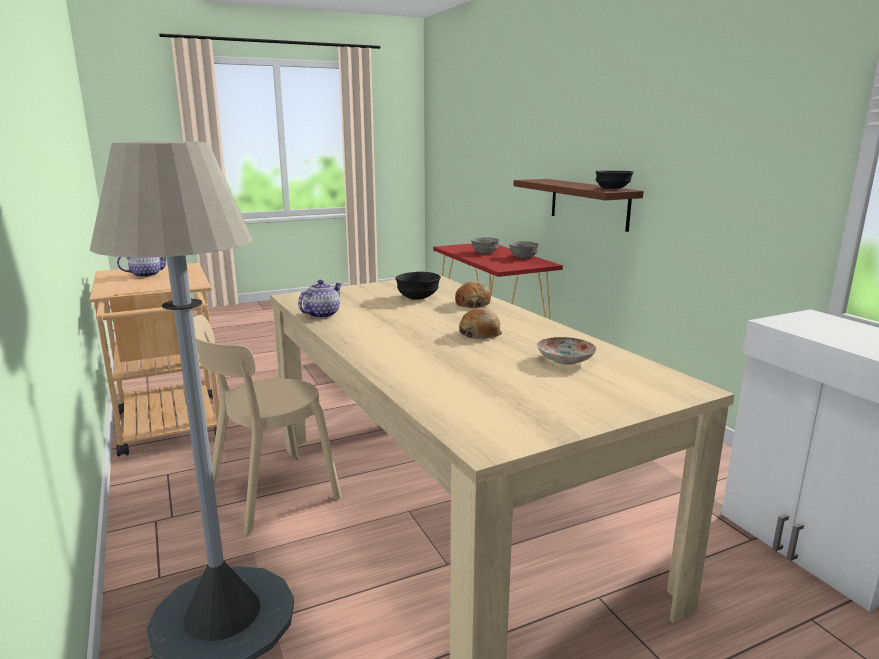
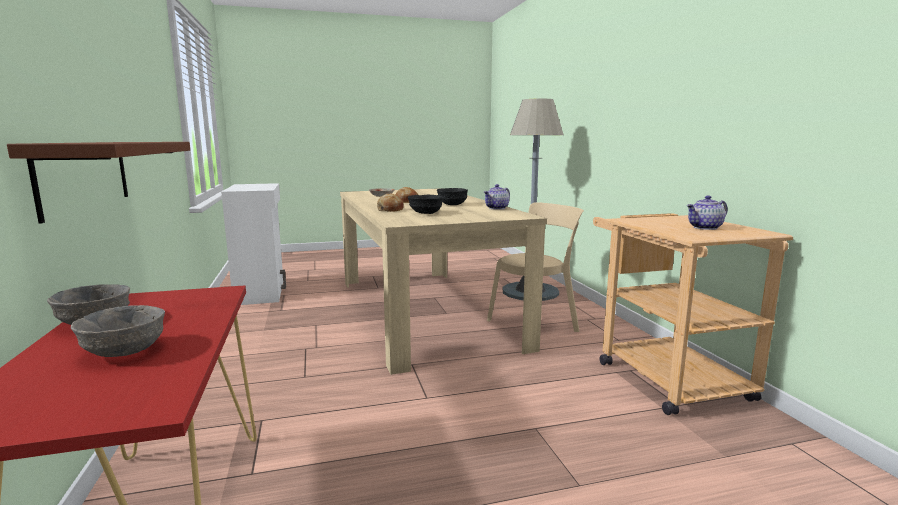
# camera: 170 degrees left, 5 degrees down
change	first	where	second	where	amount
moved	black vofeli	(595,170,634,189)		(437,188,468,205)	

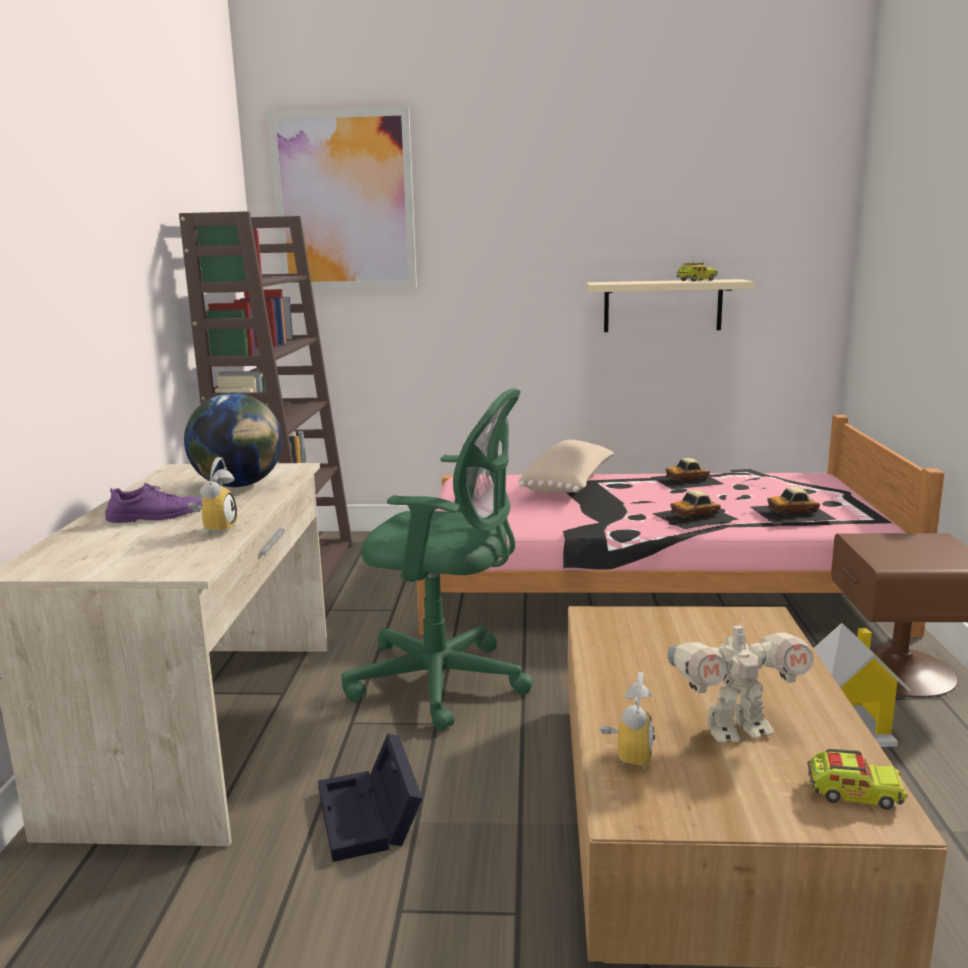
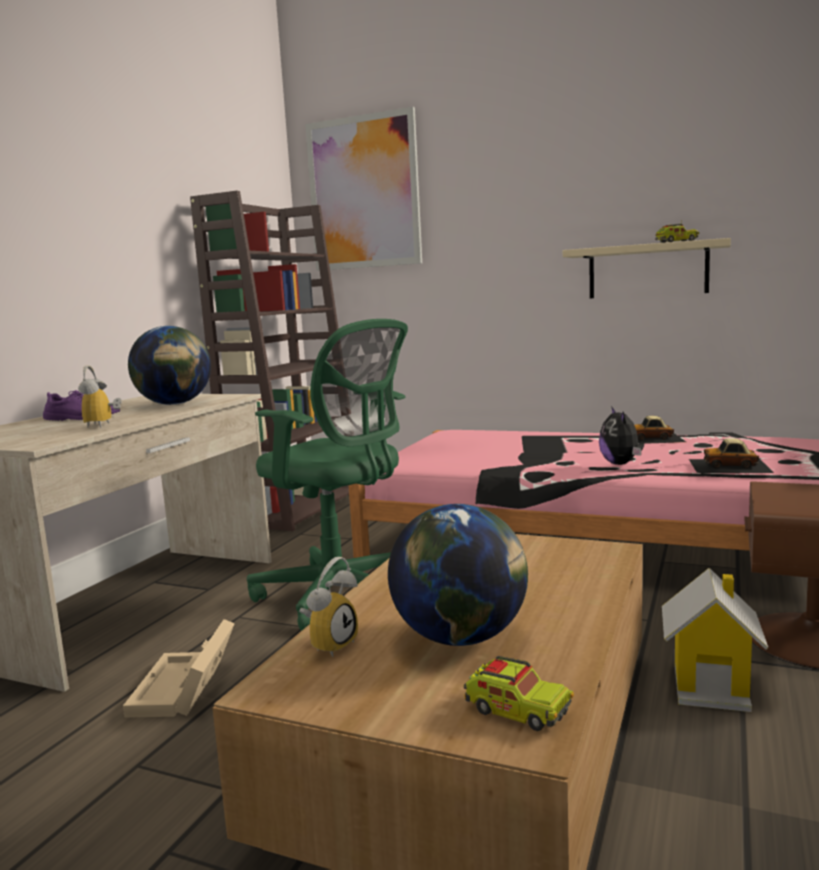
# camera: 20 degrees right, 5 degrees down
change	first	where	second	where	amount
removed	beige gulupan	(519,440,614,493)			
turned	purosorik	(188,457,237,534)		(78,366,122,428)	150 degrees clockwise
replaced	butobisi	(652,490,738,529)	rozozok	(599,406,644,465)	
replaced	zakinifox	(667,614,814,743)	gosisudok	(388,504,528,646)	
recoloured	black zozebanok	(318,733,423,862)	beige zozebanok	(123,619,235,718)	

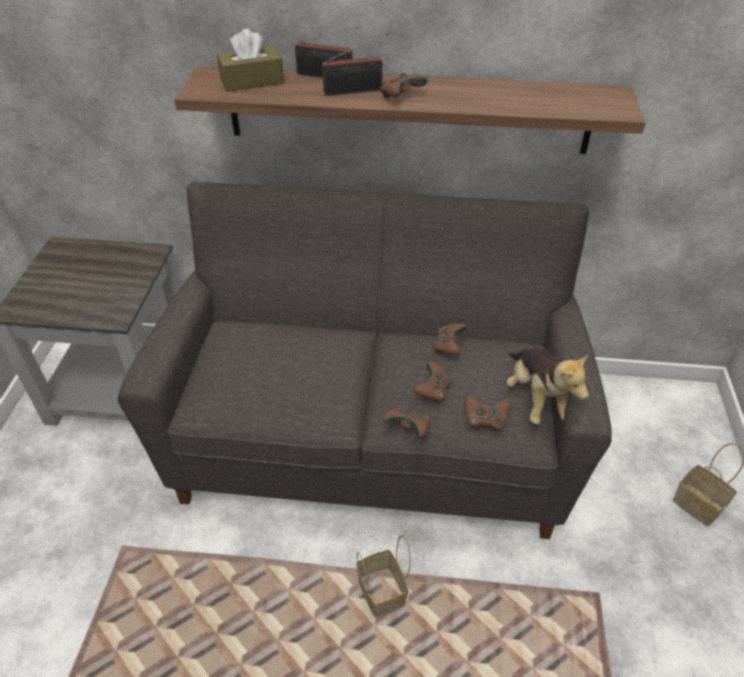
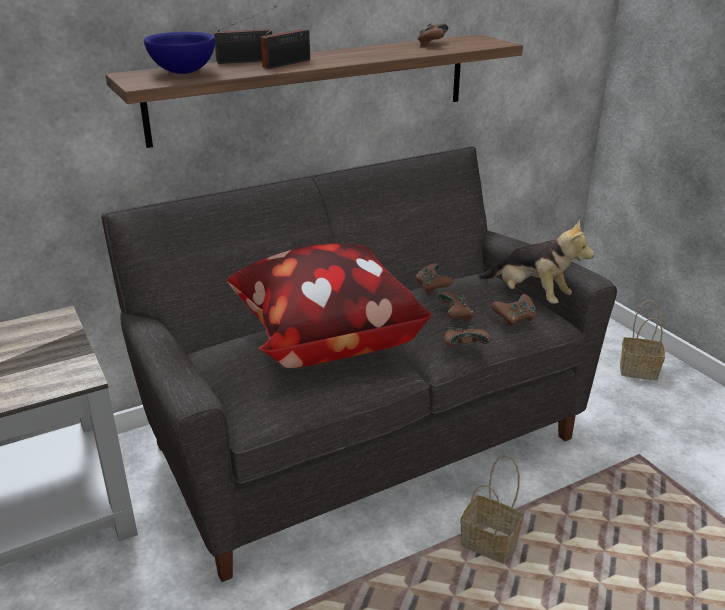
# camera: 35 degrees left, 15 degrees down
change	first	where	second	where	amount
replaced	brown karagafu	(217,29,284,92)	blue vofeli	(144,32,216,74)	
moved	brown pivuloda	(380,73,428,99)		(418,23,449,46)	
added			gulupan	(226,243,432,368)	

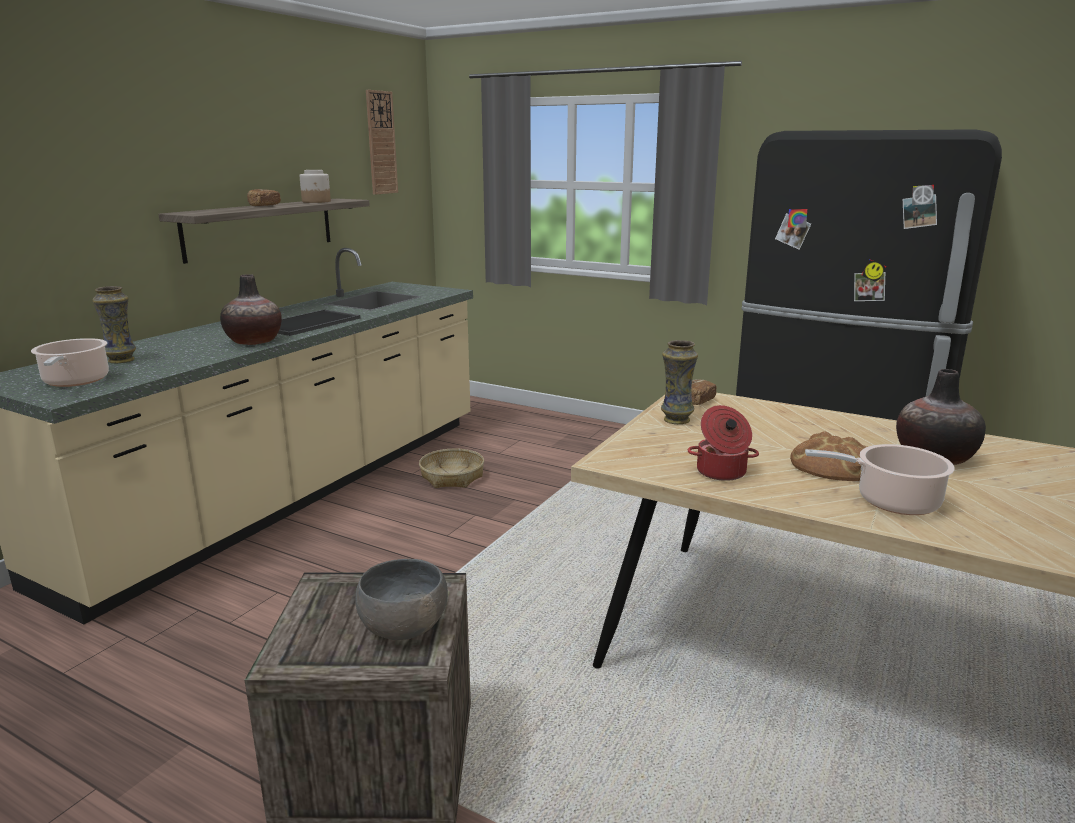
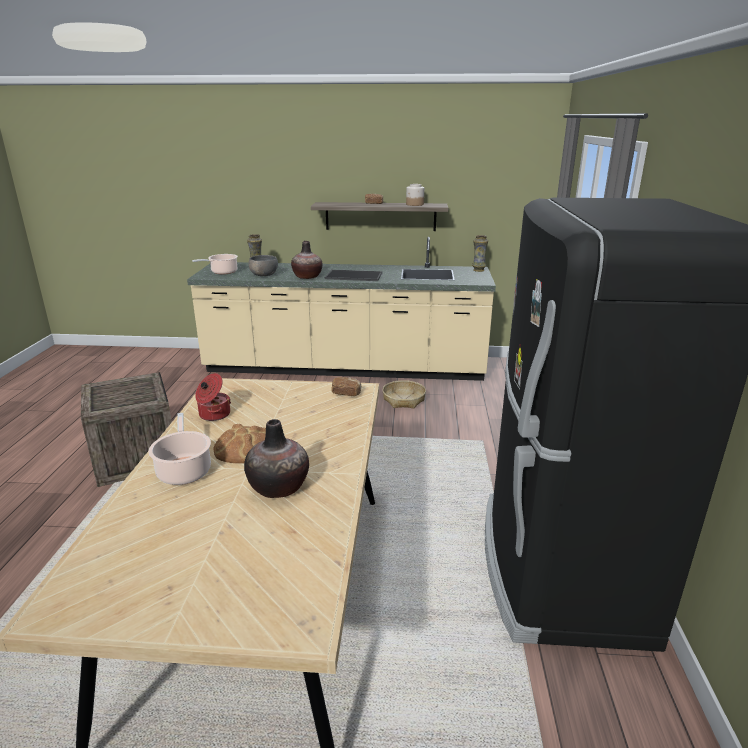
# camera: 65 degrees right, 5 degrees up
change	first	where	second	where	amount
removed	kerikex	(366,90,398,195)			
moved	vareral	(661,340,698,424)		(472,235,488,272)	
moved	grey vofeli	(355,559,448,640)		(248,255,278,276)	

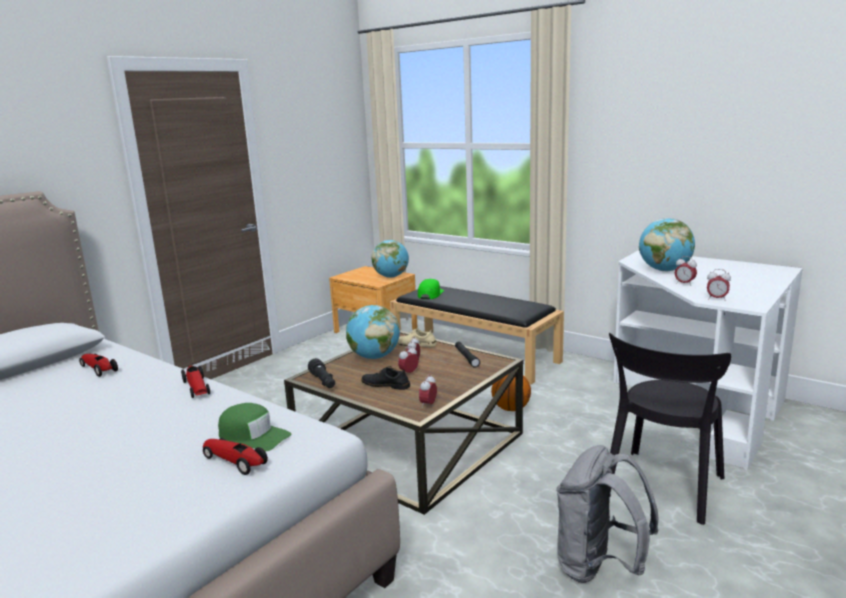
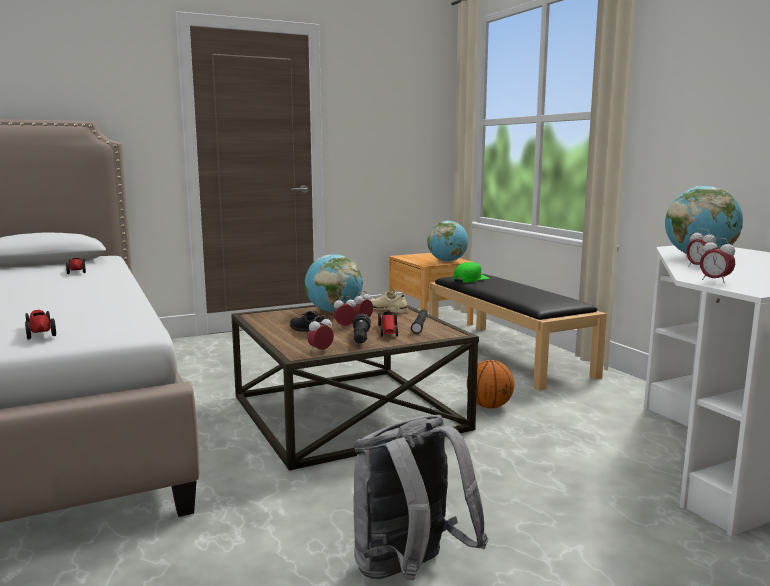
# camera: 25 degrees right, 5 degrees down
change	first	where	second	where	amount
removed	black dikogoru	(609,333,732,525)			
moved	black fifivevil	(308,358,335,388)		(353,314,371,344)	
moved	butobisi	(181,365,210,398)		(378,311,398,337)	
removed	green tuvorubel	(218,403,291,451)			

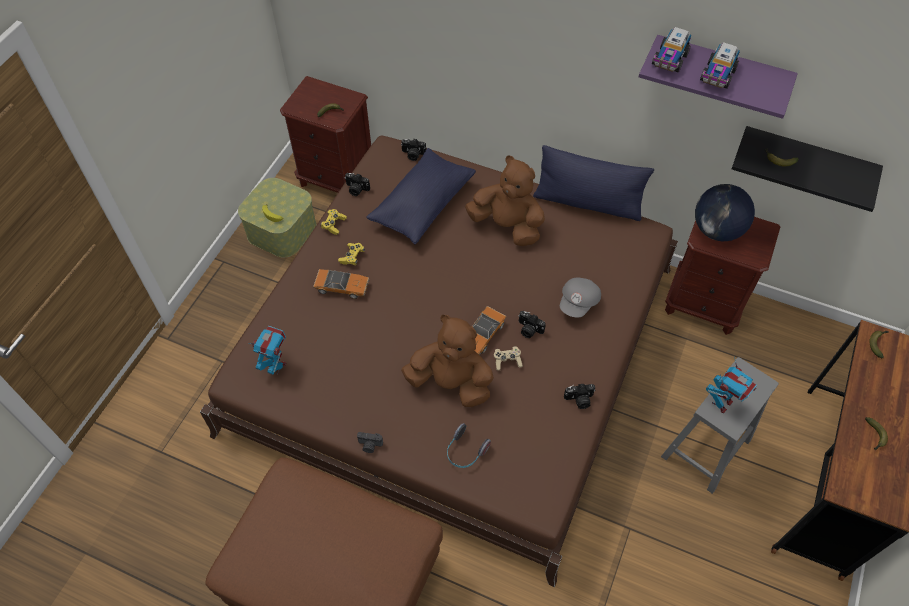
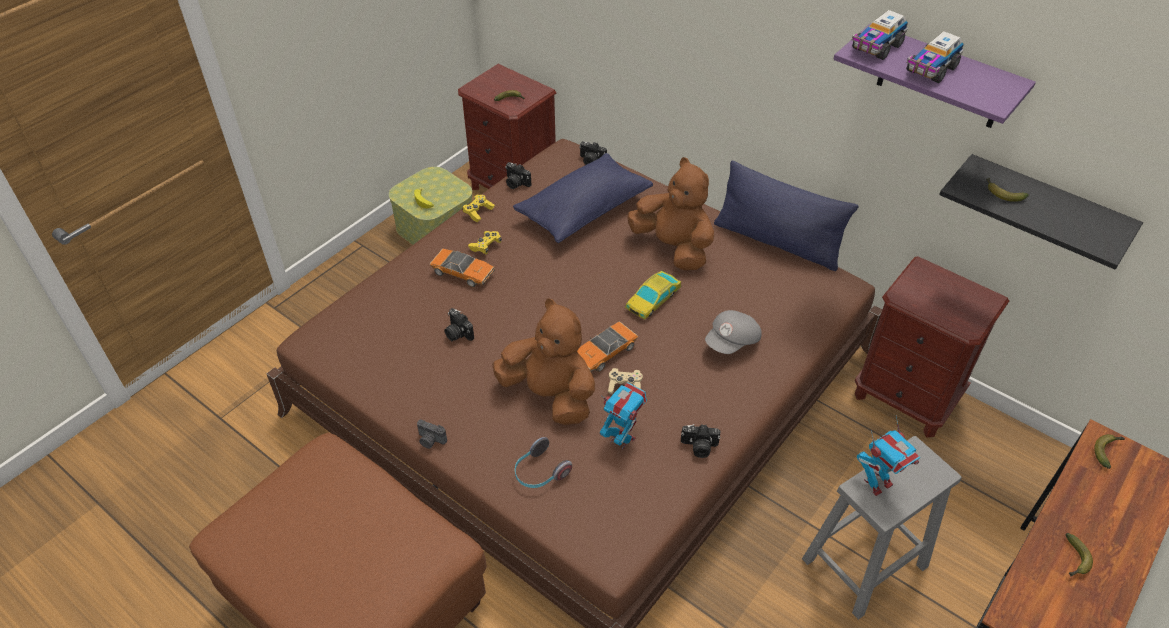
# camera: 15 degrees right, 10 degrees down
change	first	where	second	where	amount
removed	gosisudok	(695,184,755,241)			
moved	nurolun	(518,311,546,338)		(444,308,474,341)	
moved	zakinifox	(250,326,287,375)		(600,382,647,450)	
added			butobisi	(625,271,682,319)	

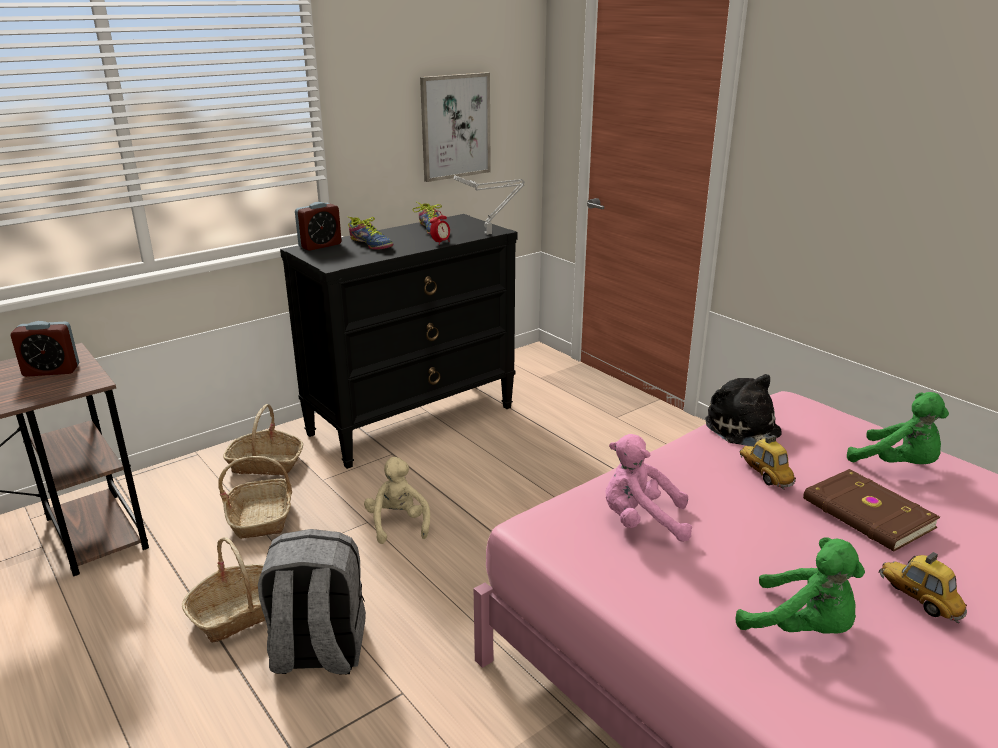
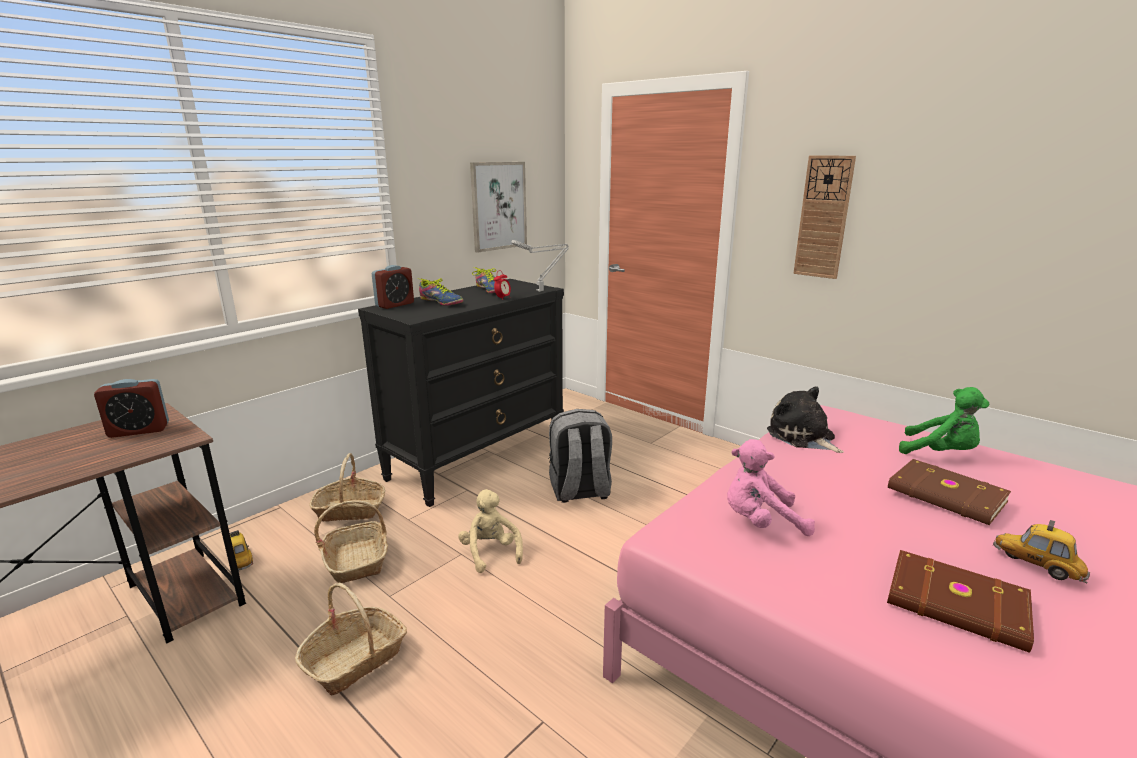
# camera: 10 degrees left, 5 degrees down
change	first	where	second	where	amount
moved	butobisi	(739,435,796,490)		(230,530,253,572)	
moved	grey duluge	(258,529,366,675)		(549,409,612,503)	
replaced	green rozozok	(735,537,865,634)	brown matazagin	(887,550,1034,653)	
added			kerikex	(793,156,856,279)	

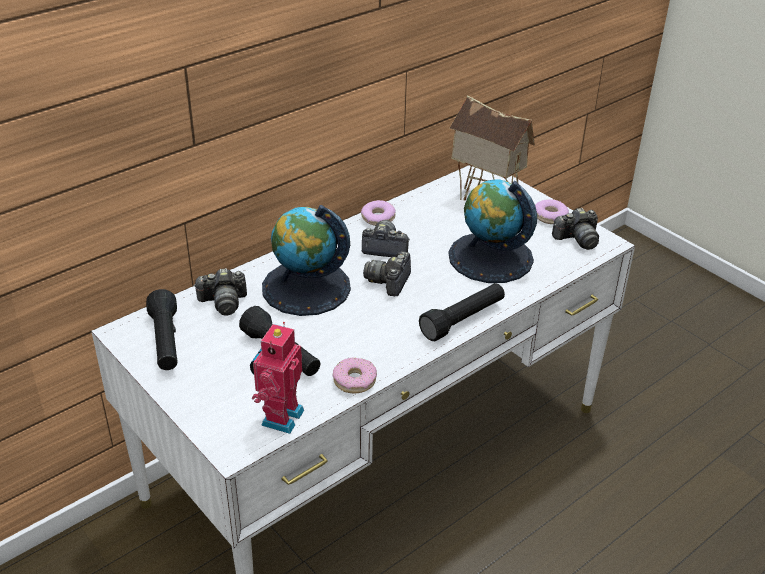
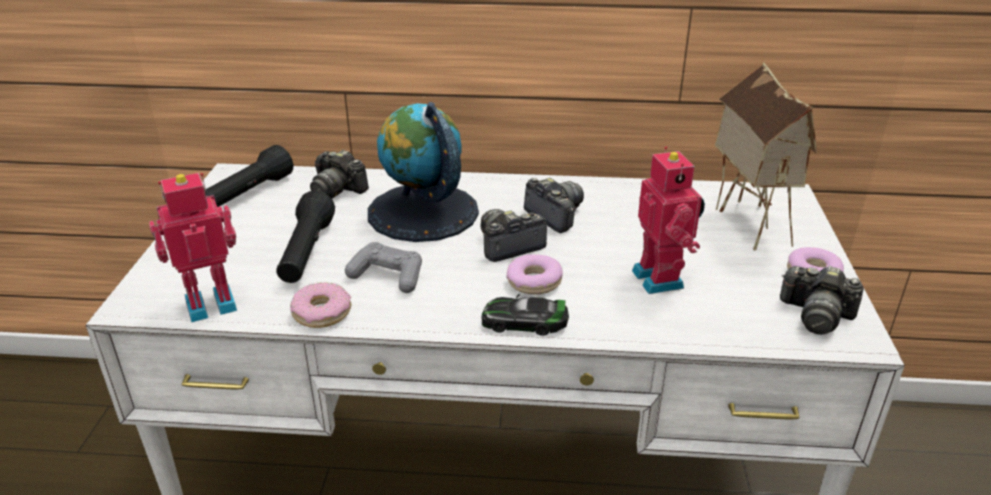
# camera: 45 degrees right, 5 degrees down
change	first	where	second	where	amount
replaced	gosisudok	(448,179,537,283)	zakinifox	(632,146,705,294)	
moved	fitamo	(361,200,396,226)		(506,254,563,294)	
replaced	black fifivevil	(419,283,505,341)	butobisi	(482,294,569,336)	
added			grey pivuloda	(345,242,422,293)	

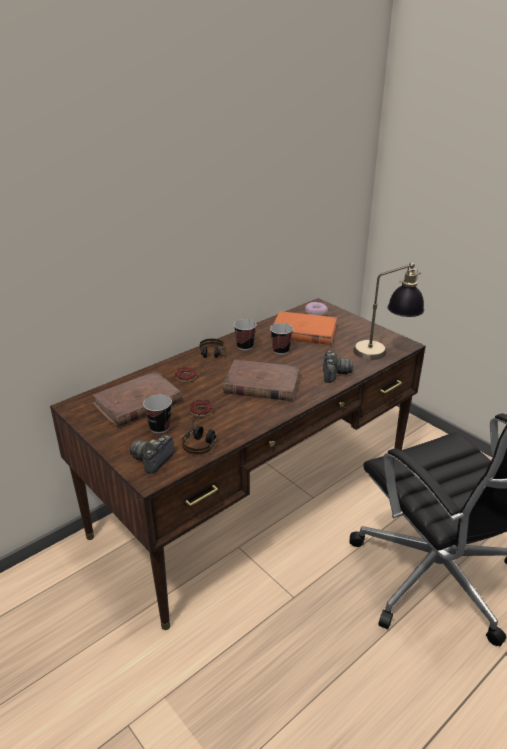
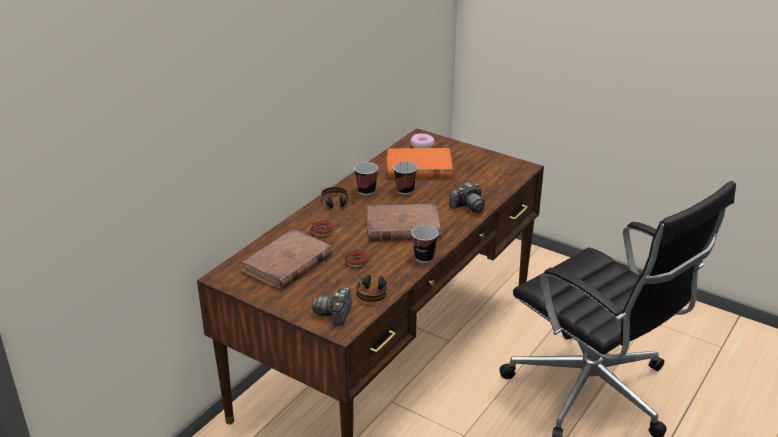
# camera: 15 degrees left, 0 degrees up
change	first	where	second	where	amount
removed	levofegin	(353,261,424,360)			
turned	nurolun	(323,351,353,383)		(449,182,485,213)	75 degrees clockwise
moved	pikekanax	(143,395,172,434)		(411,225,439,263)	

